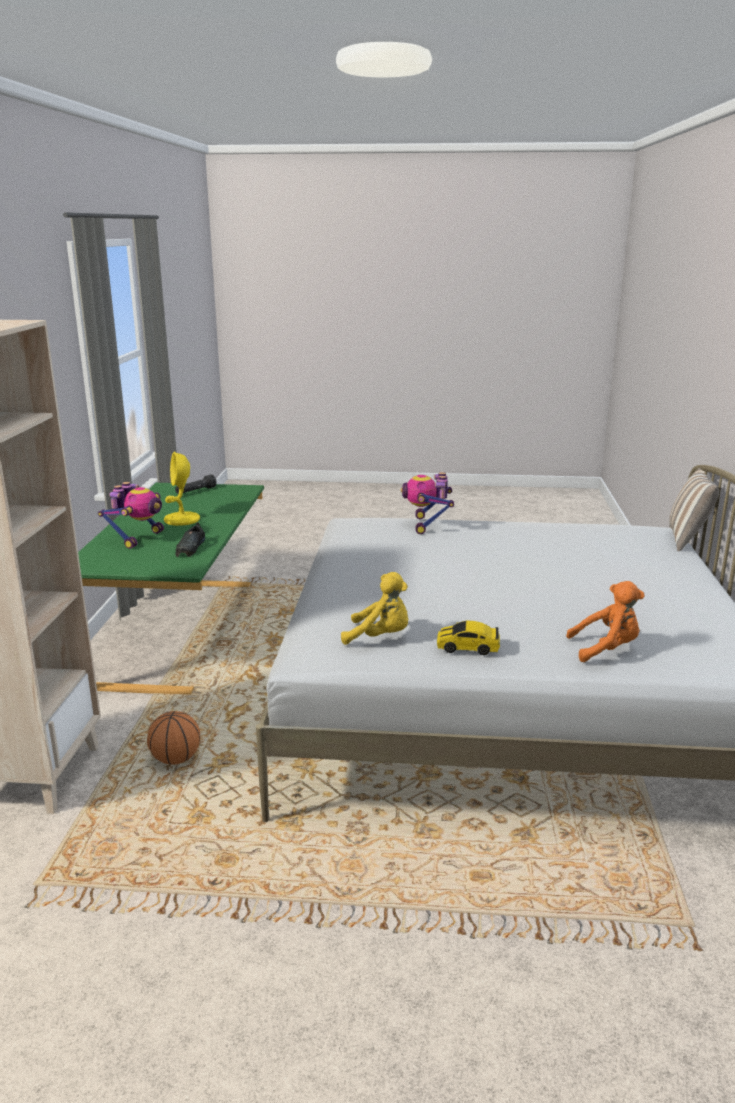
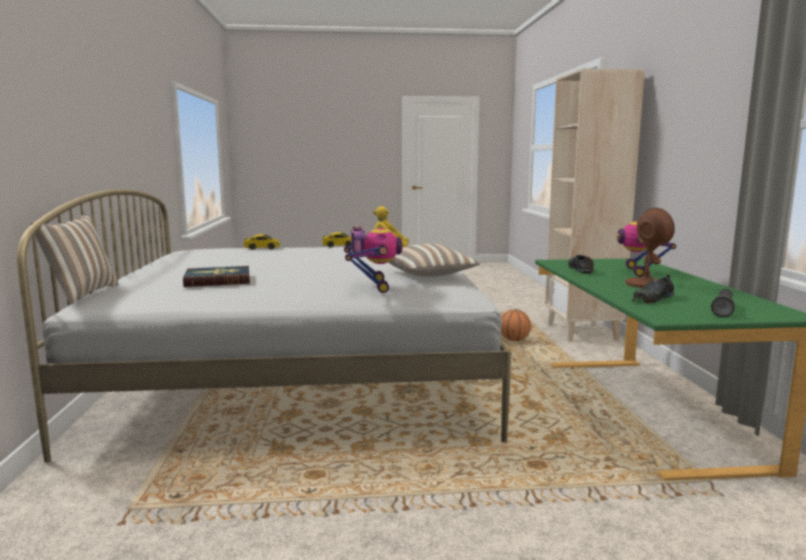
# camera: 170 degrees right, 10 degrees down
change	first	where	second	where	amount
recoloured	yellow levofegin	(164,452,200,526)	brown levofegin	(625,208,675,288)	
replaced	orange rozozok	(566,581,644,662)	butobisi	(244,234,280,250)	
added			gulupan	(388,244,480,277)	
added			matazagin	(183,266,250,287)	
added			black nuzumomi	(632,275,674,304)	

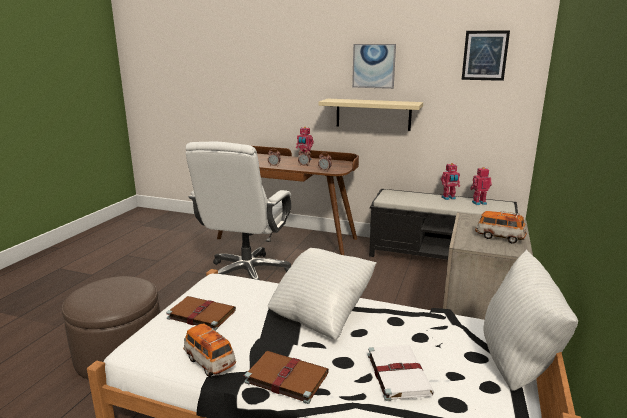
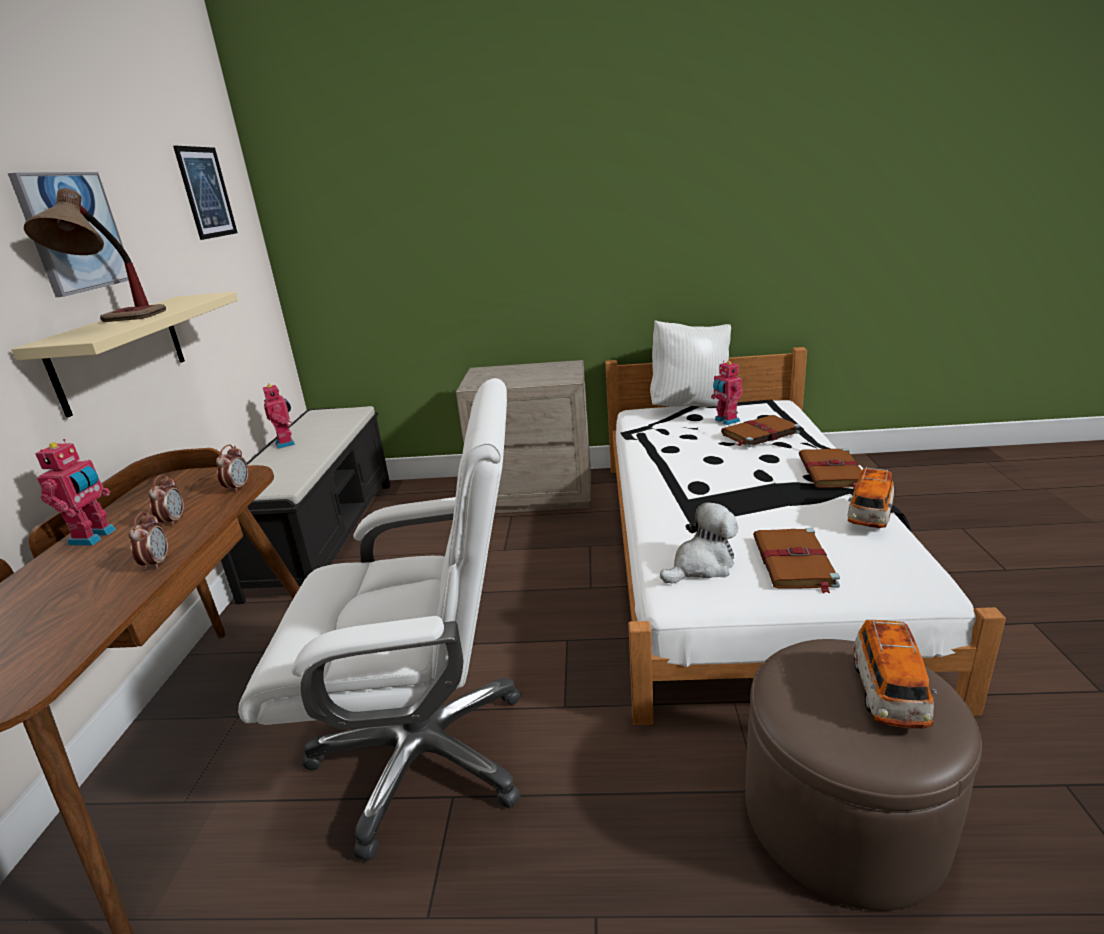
# camera: 105 degrees left, 5 degrees up
change	first	where	second	where	amount
moved	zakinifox	(470,167,492,205)		(711,360,743,425)	
moved	butobisi	(475,211,527,244)		(853,620,937,729)	
removed	white gulupan	(268,248,377,340)			
recoloured	white matazagin	(368,345,434,401)	brown matazagin	(721,415,800,447)	
added			levofegin	(24,188,166,322)	
added			rozozok	(660,502,738,583)	

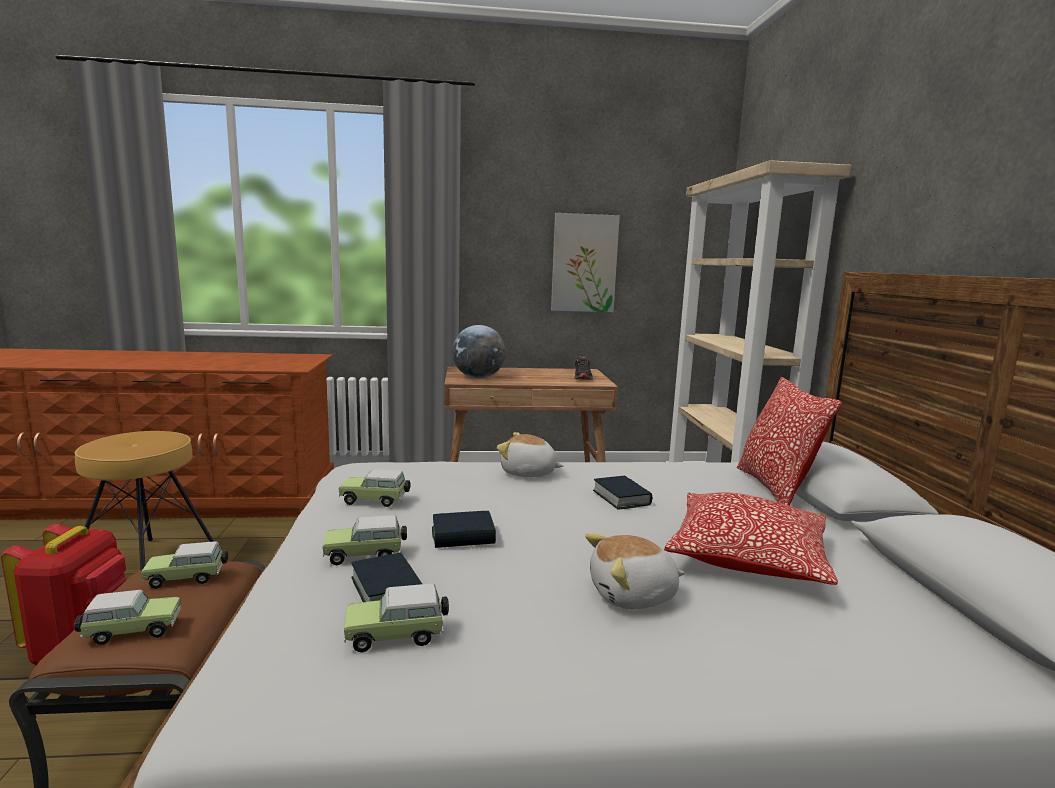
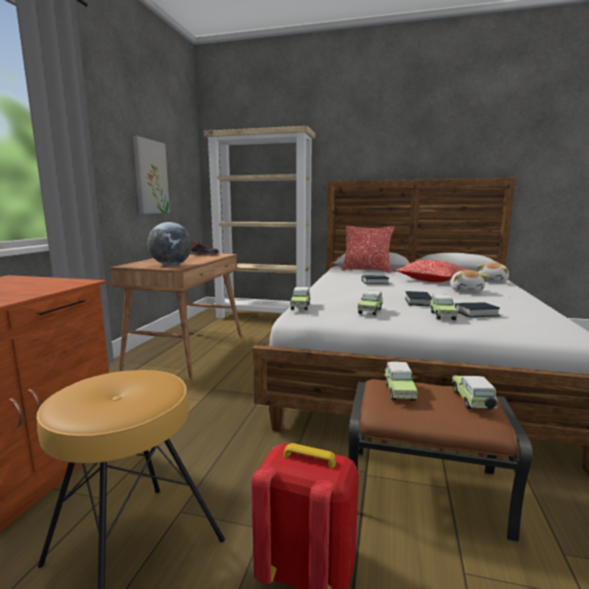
# camera: 70 degrees left, 0 degrees up
change	first	where	second	where	amount
moved	rozozok	(497,432,564,477)		(477,262,509,283)	
moved	butobisi	(344,584,449,652)		(290,287,311,310)	

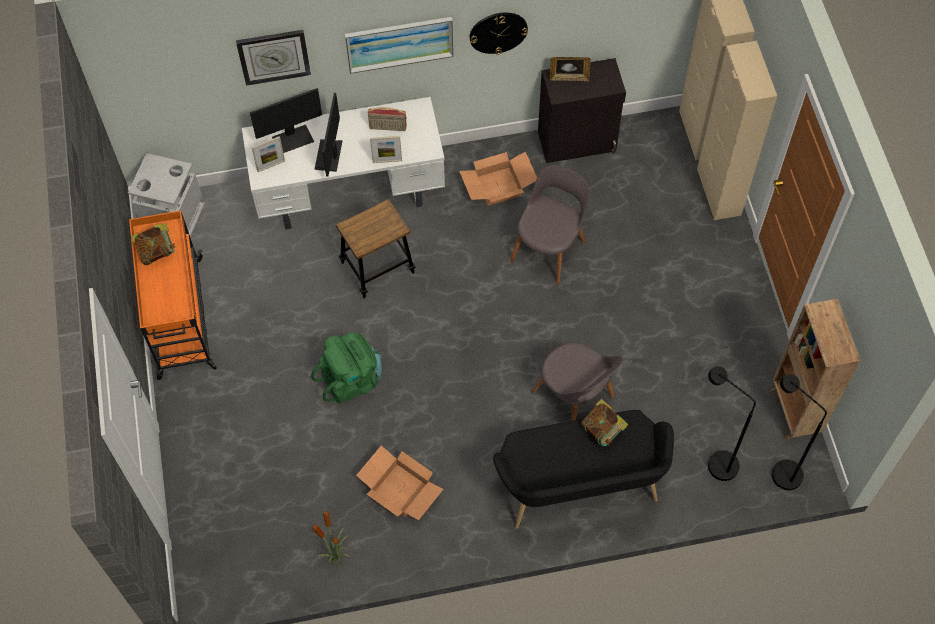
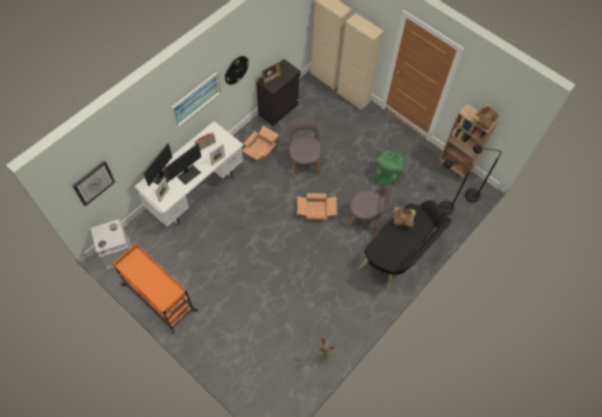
# camera: 40 degrees left, 0 degrees up
change	first	where	second	where	amount
moved	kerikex	(236,30,311,86)		(72,160,115,206)	
turned	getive	(314,93,342,177)		(166,143,201,185)	105 degrees counterclockwise
removed	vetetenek	(336,199,416,299)			
moved	matazagin	(131,223,176,265)		(473,103,499,130)	
moved	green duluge	(311,332,382,404)		(375,150,404,187)	
moved	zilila	(356,446,443,520)		(297,193,337,220)	

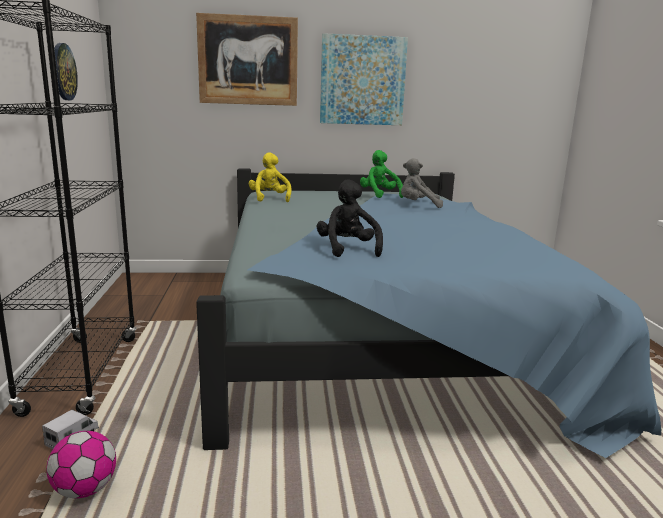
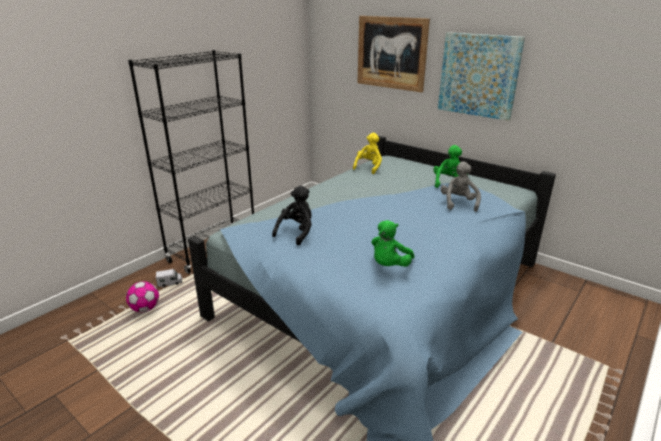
# camera: 45 degrees right, 10 degrees up
change	first	where	second	where	amount
removed	kerikex	(54,43,78,100)			
turned	grey rozozok	(401,158,443,208)		(441,162,481,212)	45 degrees clockwise
added			green rozozok	(371,220,414,267)	

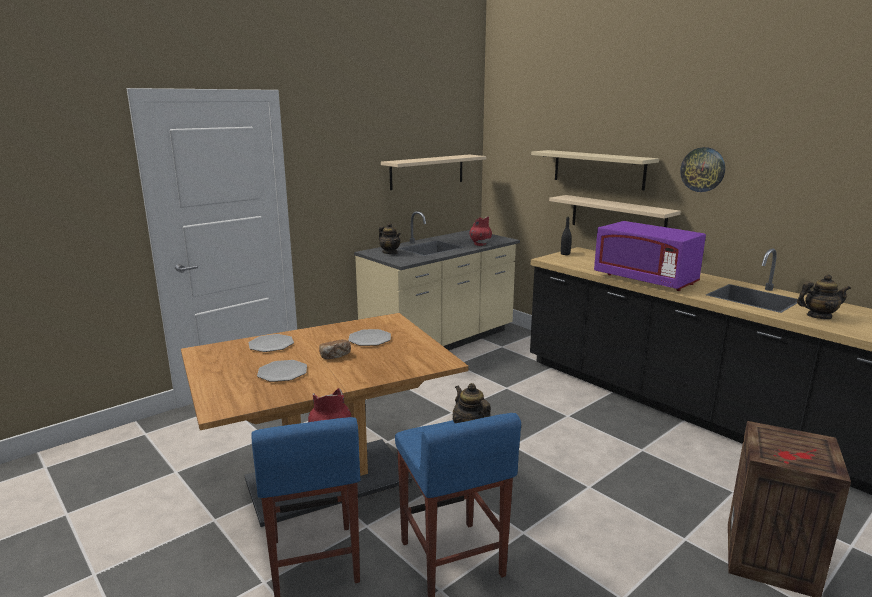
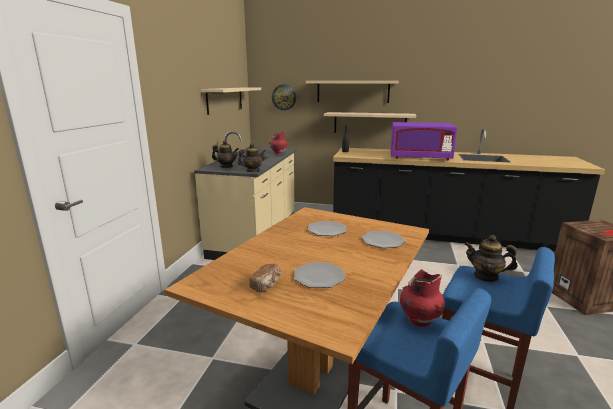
# camera: 35 degrees left, 0 degrees up
change	first	where	second	where	amount
moved	kerikex	(680,147,725,192)		(272,85,296,111)	
moved	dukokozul	(797,274,851,319)		(238,143,266,172)	
moved	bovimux	(249,334,294,352)		(361,230,406,248)	
moved	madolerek	(319,339,351,359)		(249,264,281,292)	

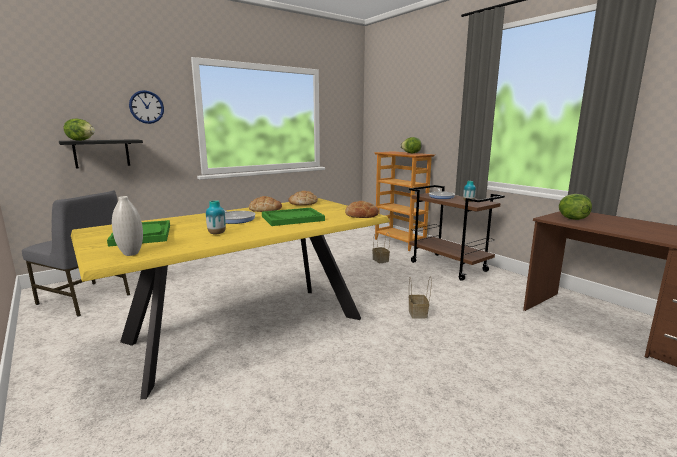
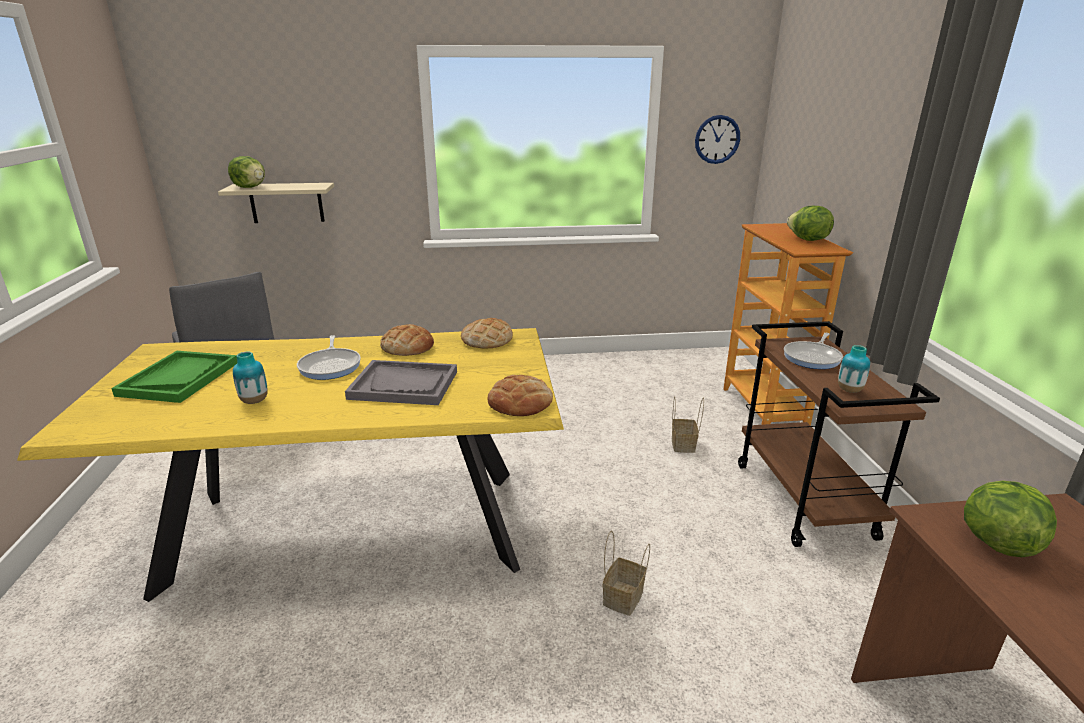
# camera: 30 degrees right, 10 degrees up
change	first	where	second	where	amount
moved	kerikex	(129,90,164,124)		(695,115,740,164)	
recoloured	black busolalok	(59,139,143,169)	beige busolalok	(218,183,334,223)	
removed	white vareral	(112,196,143,256)			
recoloured	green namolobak	(262,208,325,226)	grey namolobak	(345,360,457,405)	

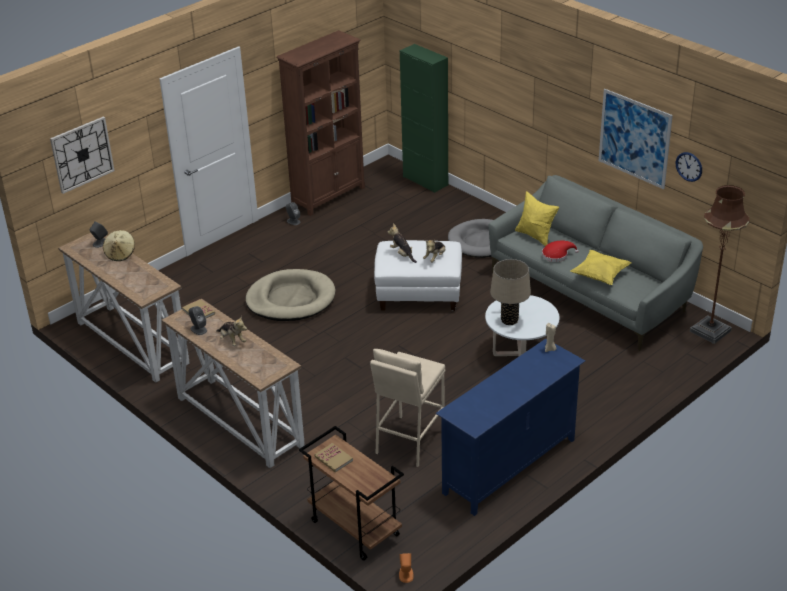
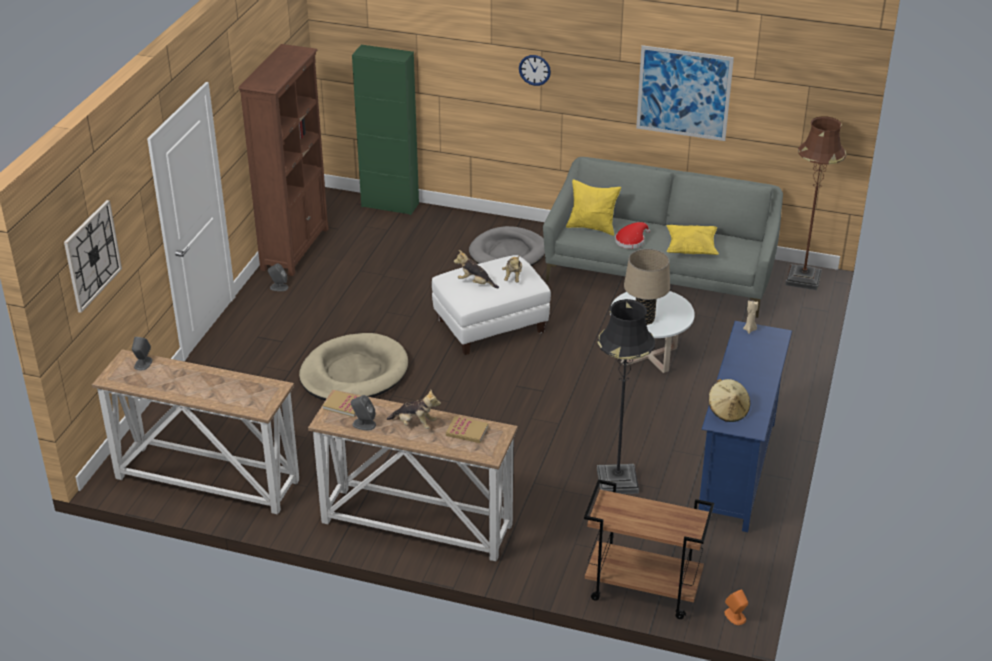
# camera: 30 degrees left, 0 degrees up
change	first	where	second	where	amount
moved	kerikex	(676,152,702,182)		(519,55,551,86)	
moved	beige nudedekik	(103,230,135,261)		(709,379,750,422)	
replaced	beige vetetenek	(370,349,445,467)	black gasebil	(597,299,655,494)	
moved	matazagin	(315,443,353,472)		(446,416,489,443)	

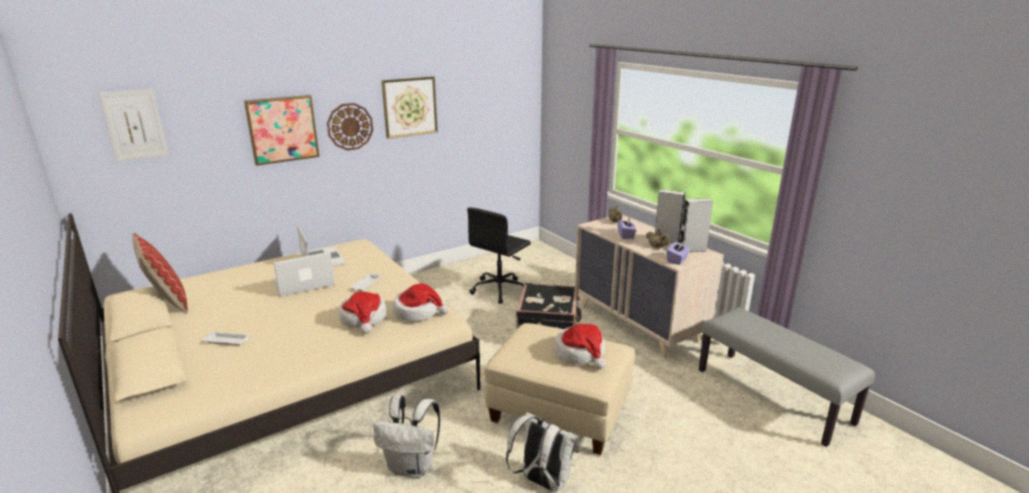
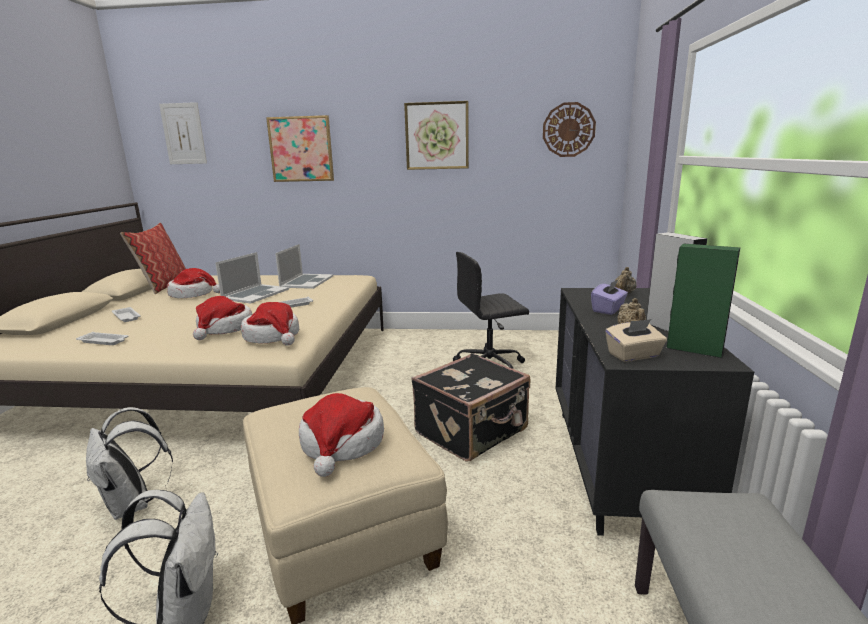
# camera: 40 degrees right, 5 degrees down
change	first	where	second	where	amount
moved	kerikex	(327,103,373,151)		(543,102,596,157)	
recoloured	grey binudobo	(680,198,713,252)	green binudobo	(666,243,740,358)	
recoloured	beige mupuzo	(575,215,724,358)	black mupuzo	(555,288,754,536)	
recoloured	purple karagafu	(666,241,690,265)	beige karagafu	(605,319,667,362)	
turned	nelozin	(273,252,335,297)		(215,252,289,304)	105 degrees clockwise
added			nudedekik	(167,268,220,298)	
added			white namolobak	(76,332,129,345)	

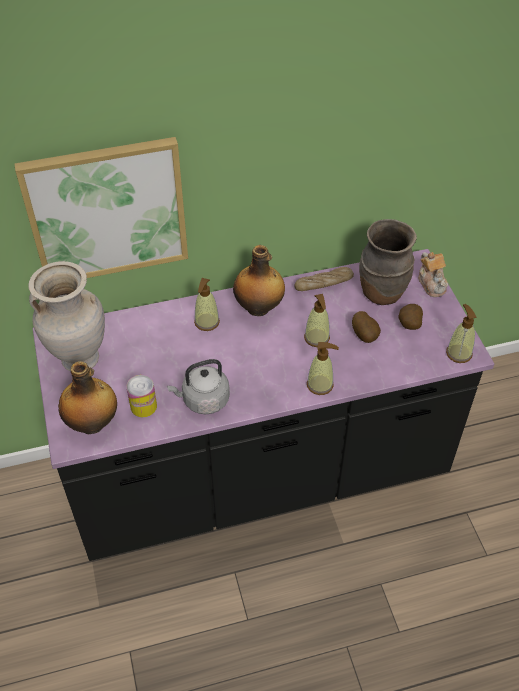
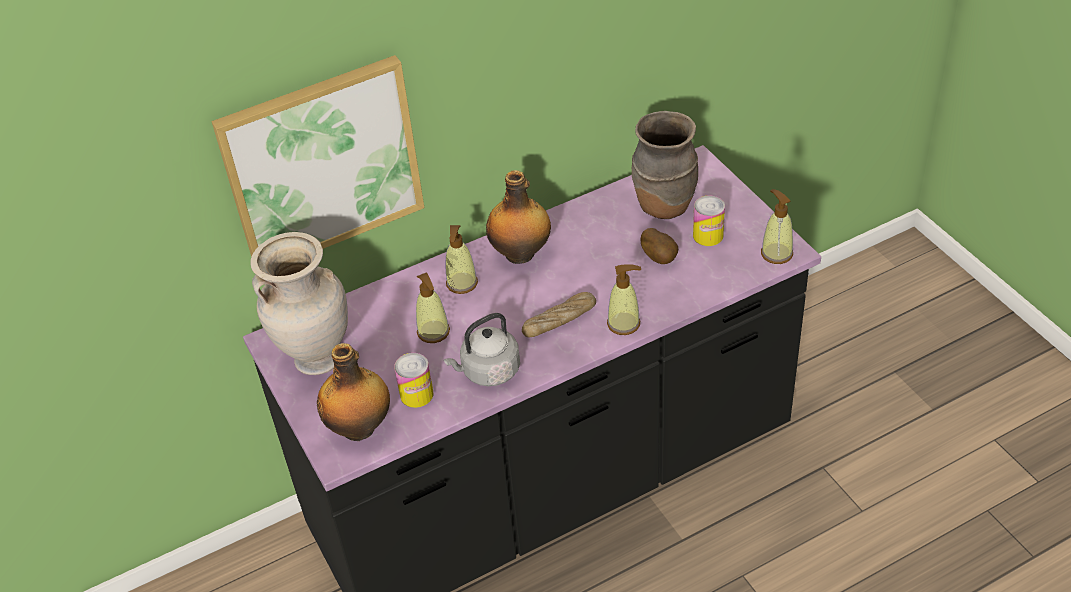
# camera: 10 degrees left, 5 degrees down
change	first	where	second	where	amount
removed	dukokozul	(418,252,448,297)			
moved	madolerek	(294,267,354,291)		(522,292,596,337)	
moved	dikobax	(304,294,330,347)		(416,272,450,343)	
replaced	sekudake	(398,304,423,330)	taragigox	(693,196,725,246)	

